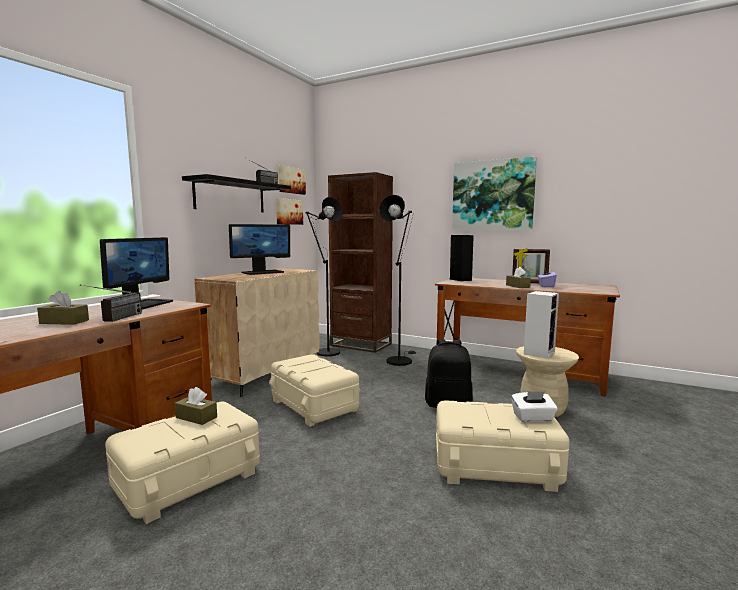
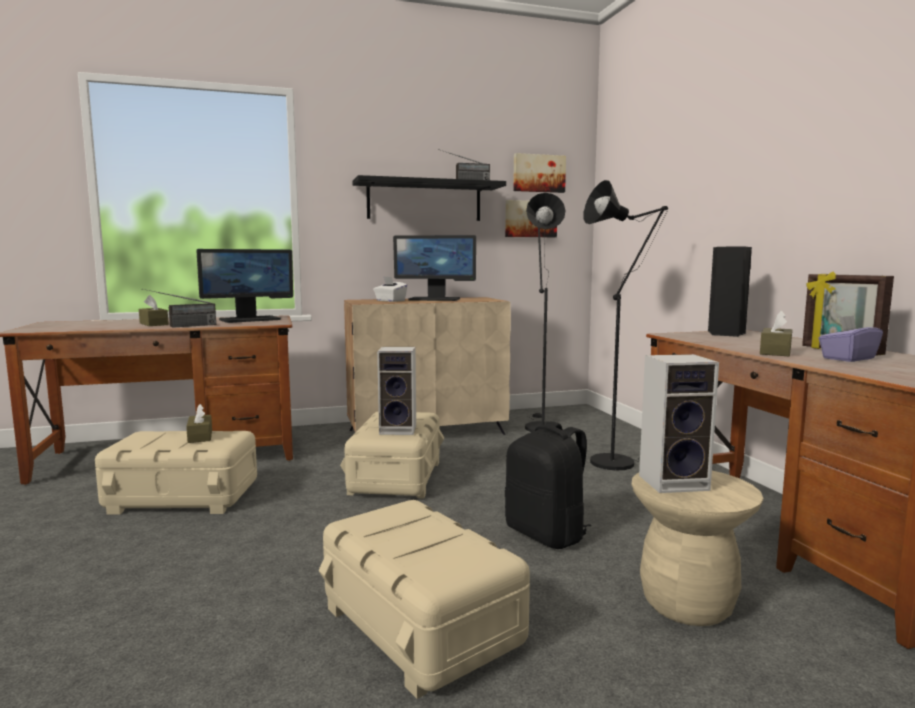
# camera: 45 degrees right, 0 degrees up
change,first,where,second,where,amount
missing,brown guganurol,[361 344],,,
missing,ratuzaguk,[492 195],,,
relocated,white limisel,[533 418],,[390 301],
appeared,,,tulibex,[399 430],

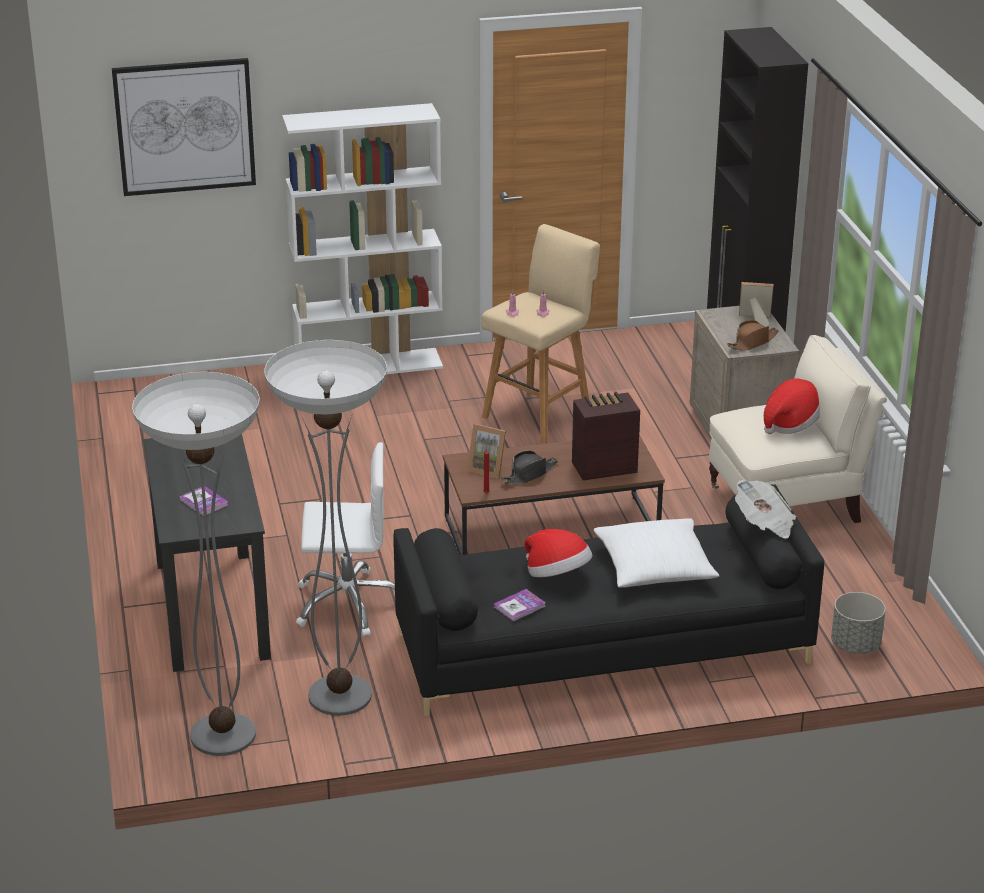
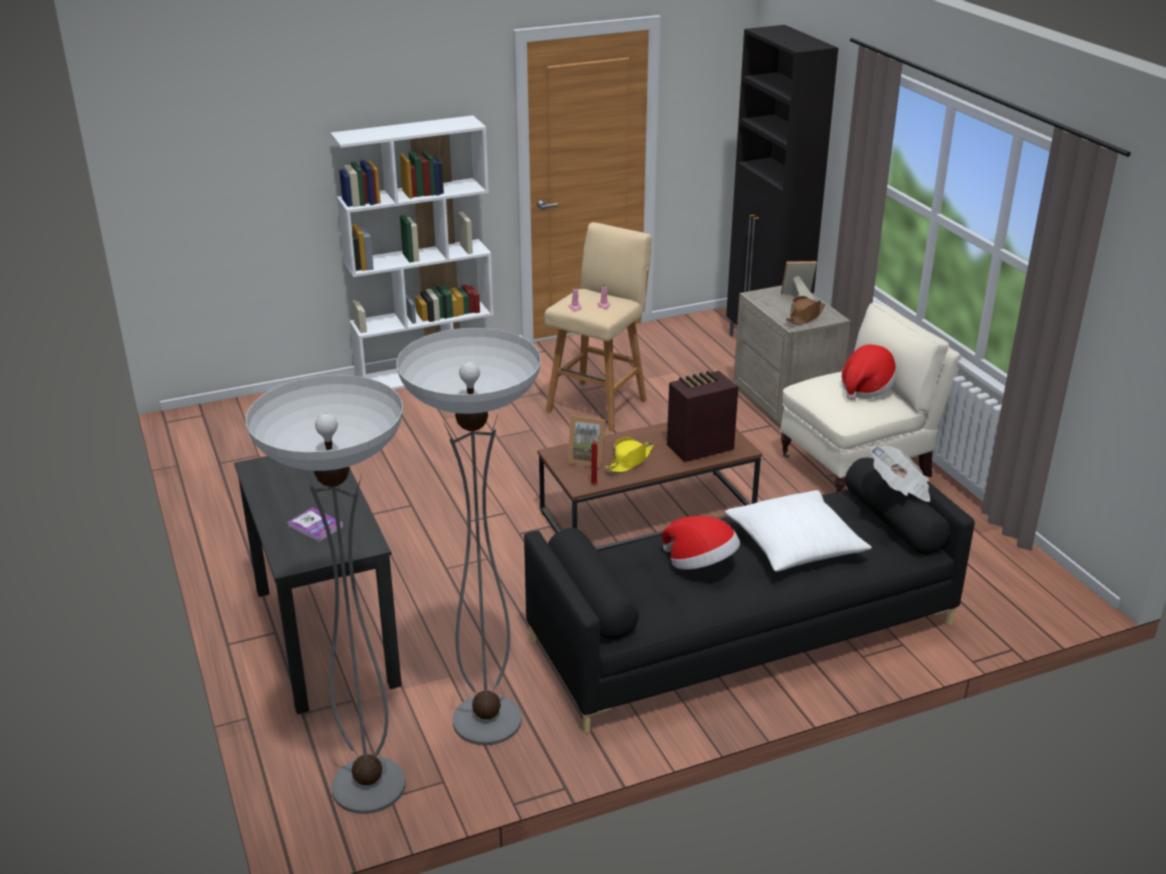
# camera: 10 degrees left, 0 degrees up
change,first,where,second,where,amount
missing,ratuzaguk,[185 126],,,
missing,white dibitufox,[349 604],,,
missing,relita,[519 606],,,
colour,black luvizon,[529 474],yellow luvizon,[629 461],
missing,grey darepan,[855 645],,,

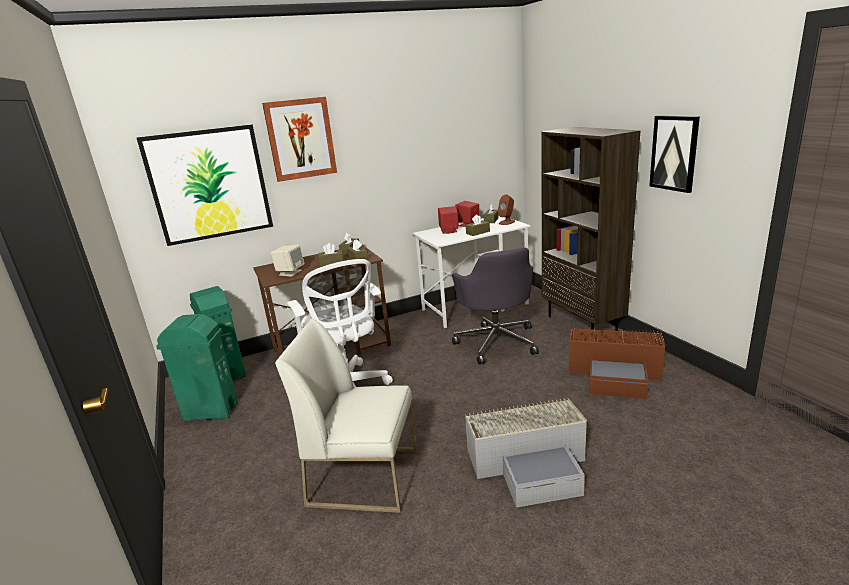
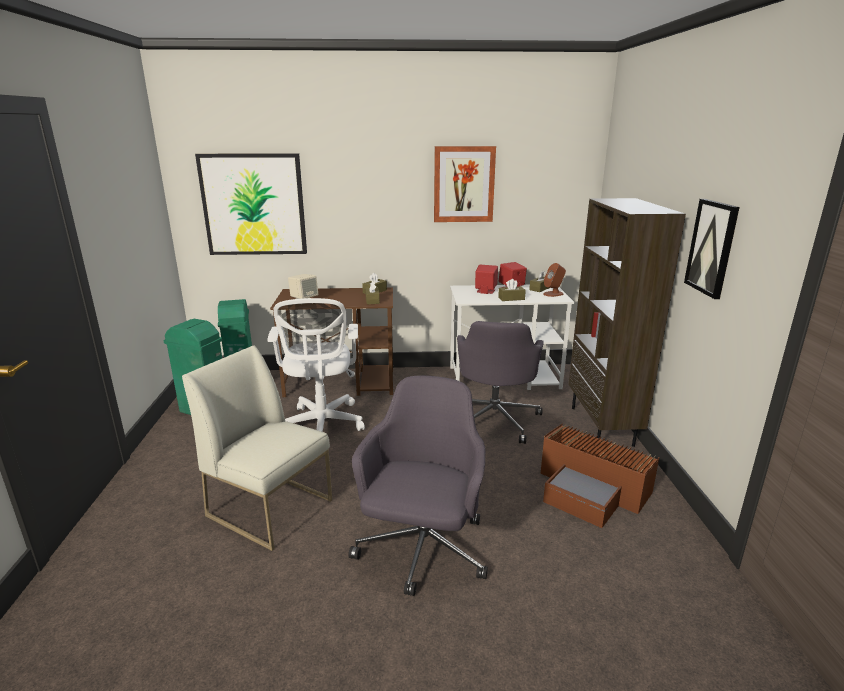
# camera: 20 degrees right, 0 degrees up
change,first,where,second,where,amount
relocated,ratuzaguk,[300 139],,[464 184],
missing,brown limisel,[332 263],,,
exchanged,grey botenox,[531 463],grey dibitufox,[422 551],

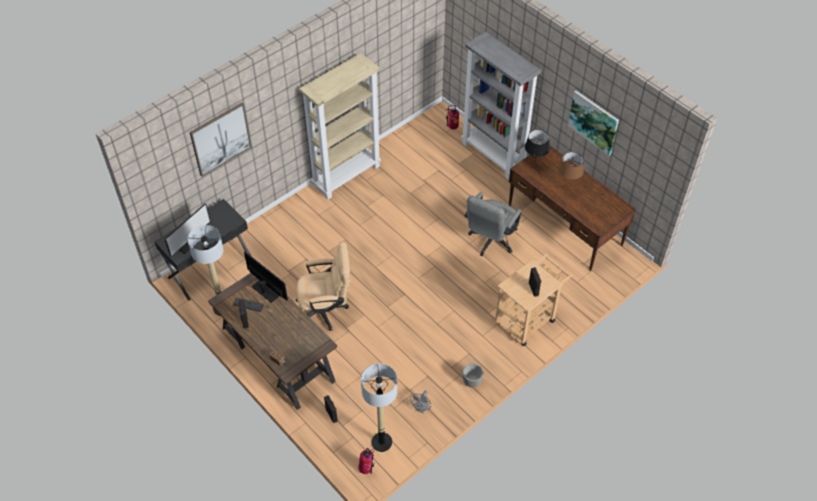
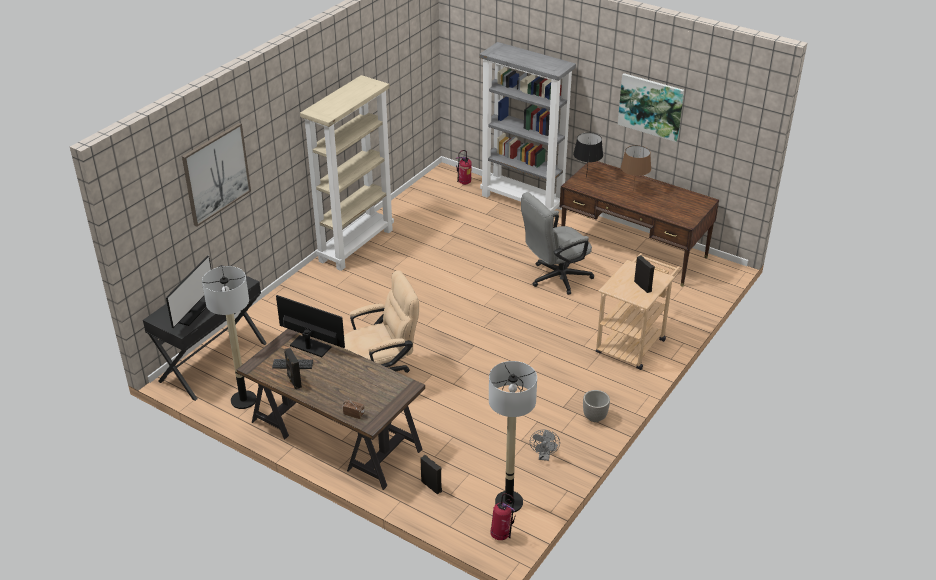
# camera: 15 degrees left, 15 degrees down
change,first,where,second,where,amount
spun,grey dibitufox,[490 241],,[555 278],45 degrees clockwise

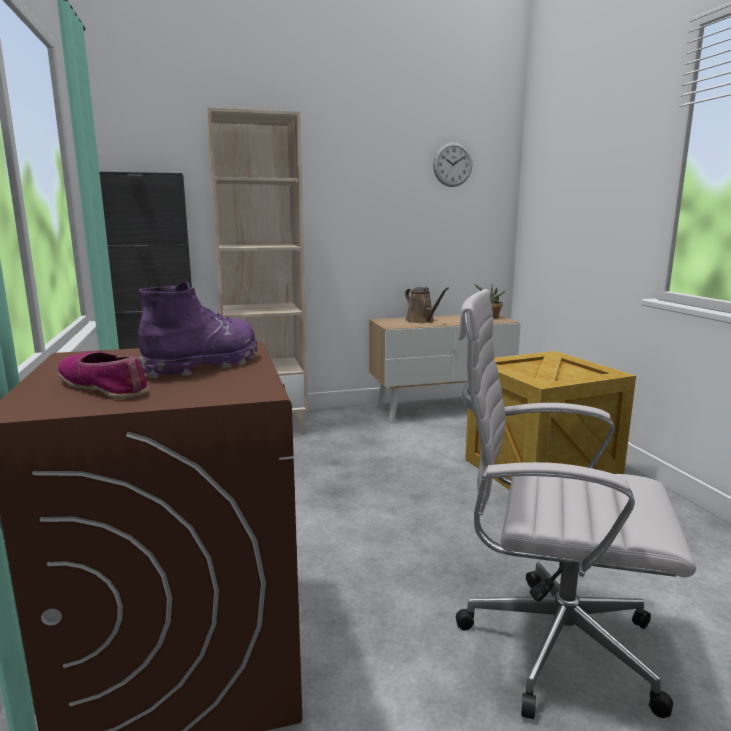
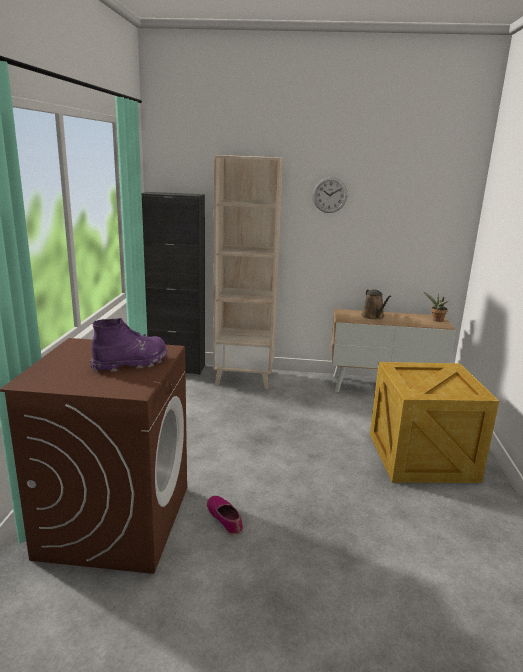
# camera: 20 degrees right, 5 degrees up
change,first,where,second,where,amount
relocated,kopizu,[105 386],,[225 518],
relocated,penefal,[452 164],,[329 195],
missing,white dibitufox,[549 644],,,

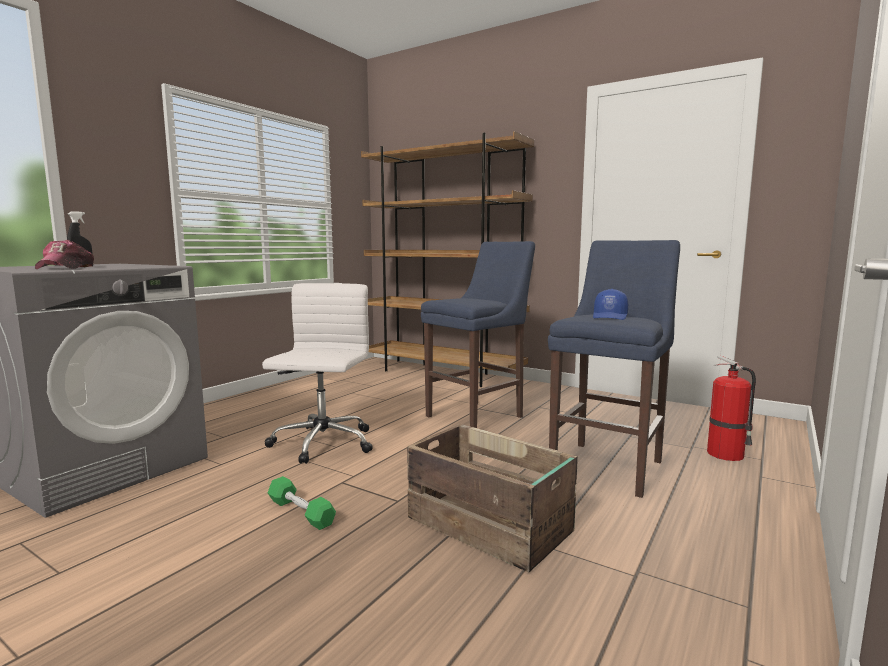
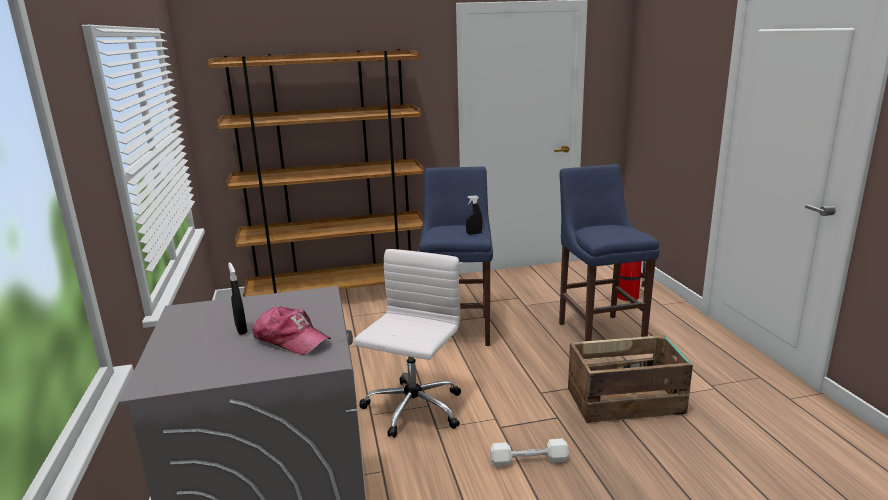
# camera: 45 degrees left, 10 degrees up
change,first,where,second,where,amount
spun,white dibitufox,[322 444],,[412 409],60 degrees clockwise
colour,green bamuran,[301 512],white bamuran,[528 460],
missing,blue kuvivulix,[610 317],,,
appeared,,,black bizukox,[474 233],

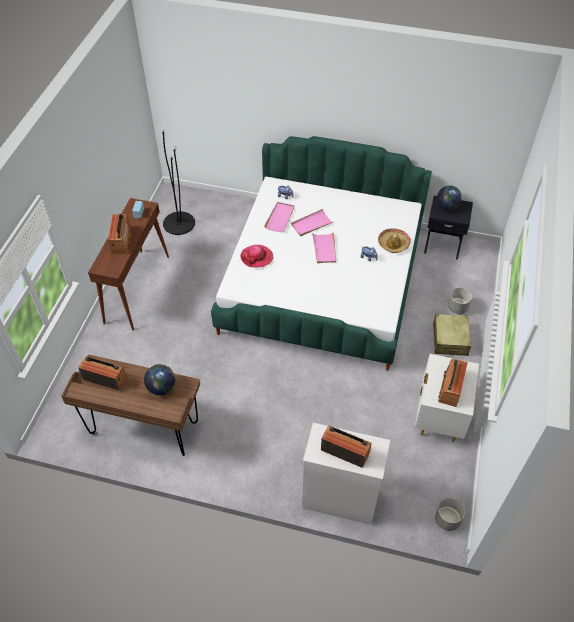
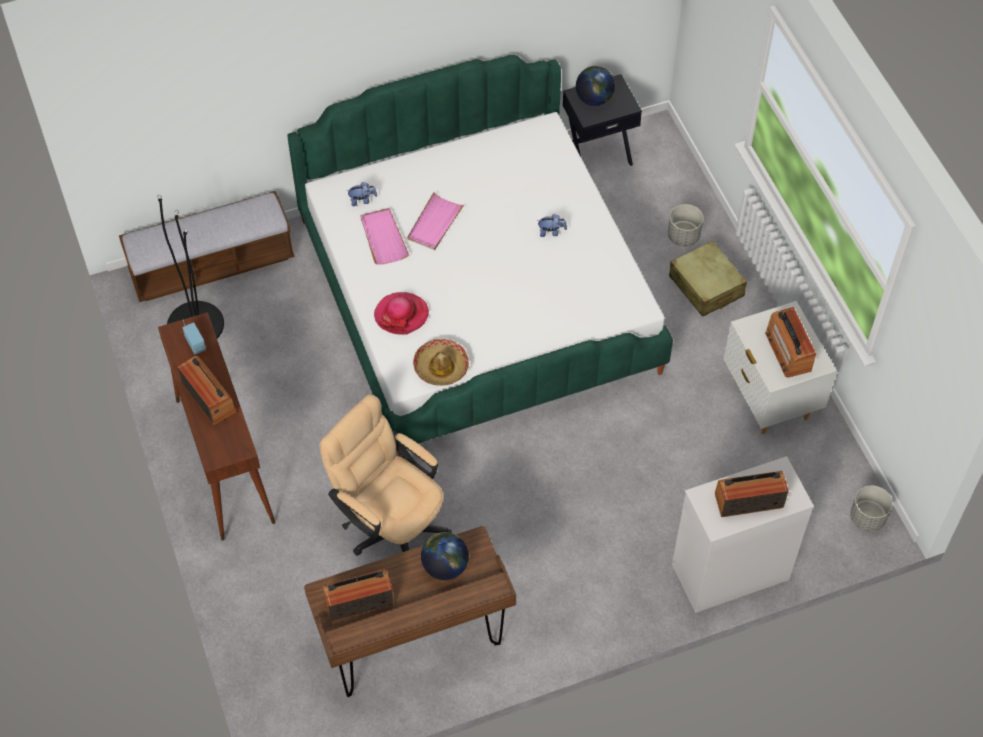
# camera: 35 degrees left, 5 degrees up
change,first,where,second,where,amount
missing,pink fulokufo,[324 249],,,
relocated,luvizon,[393 244],,[441 367],
appeared,,,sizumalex,[212 265],
appeared,,,beige dibitufox,[390 524],

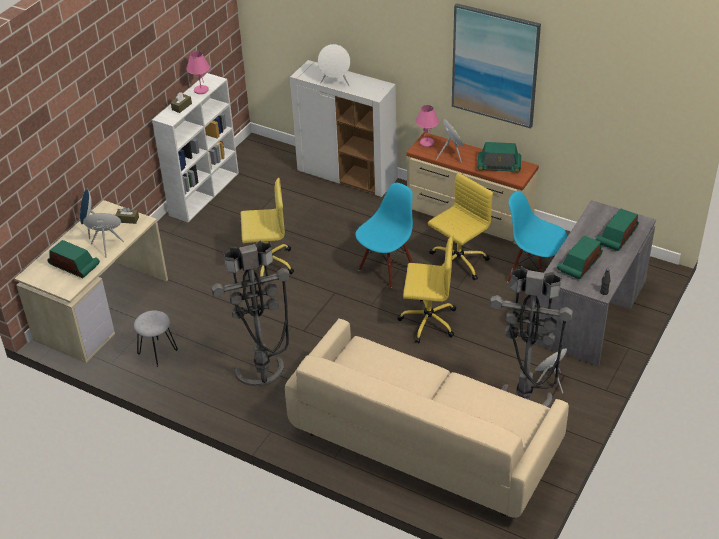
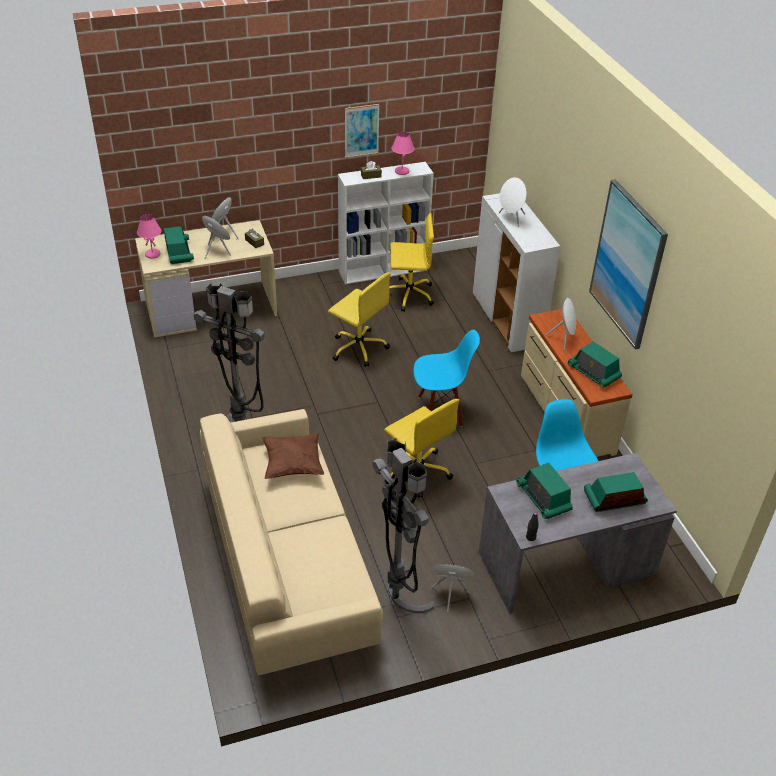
# camera: 40 degrees right, 0 degrees up
change,first,where,second,where,amount
missing,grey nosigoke,[158 352],,,
relocated,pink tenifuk,[427 143],,[153 254],
relocated,yellow dibitufox,[457 262],,[408 295],
spun,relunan,[579 264],,[543 498],105 degrees counterclockwise
appeared,,,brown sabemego,[293 465],
appeared,,,ratuzaguk,[361 131],

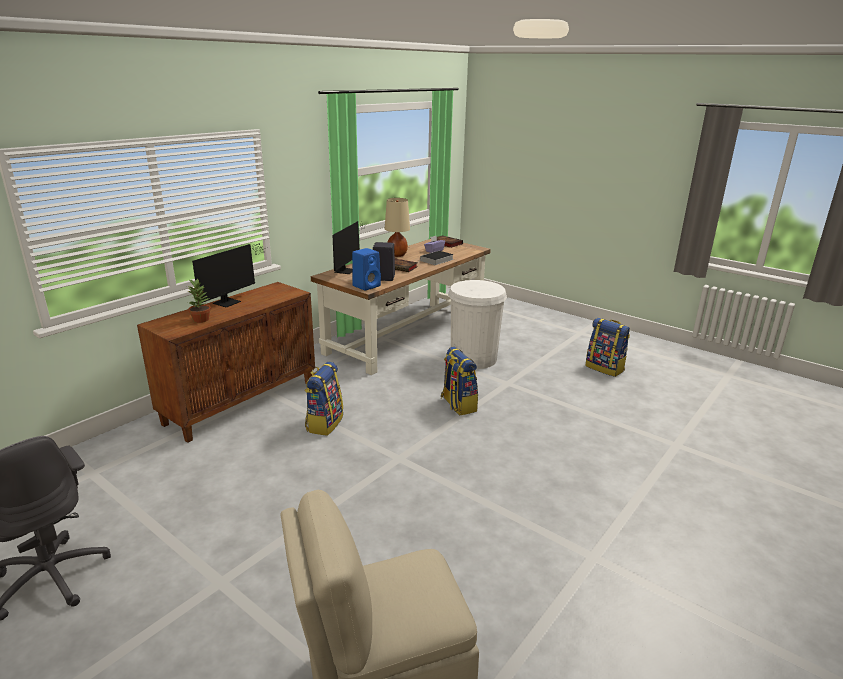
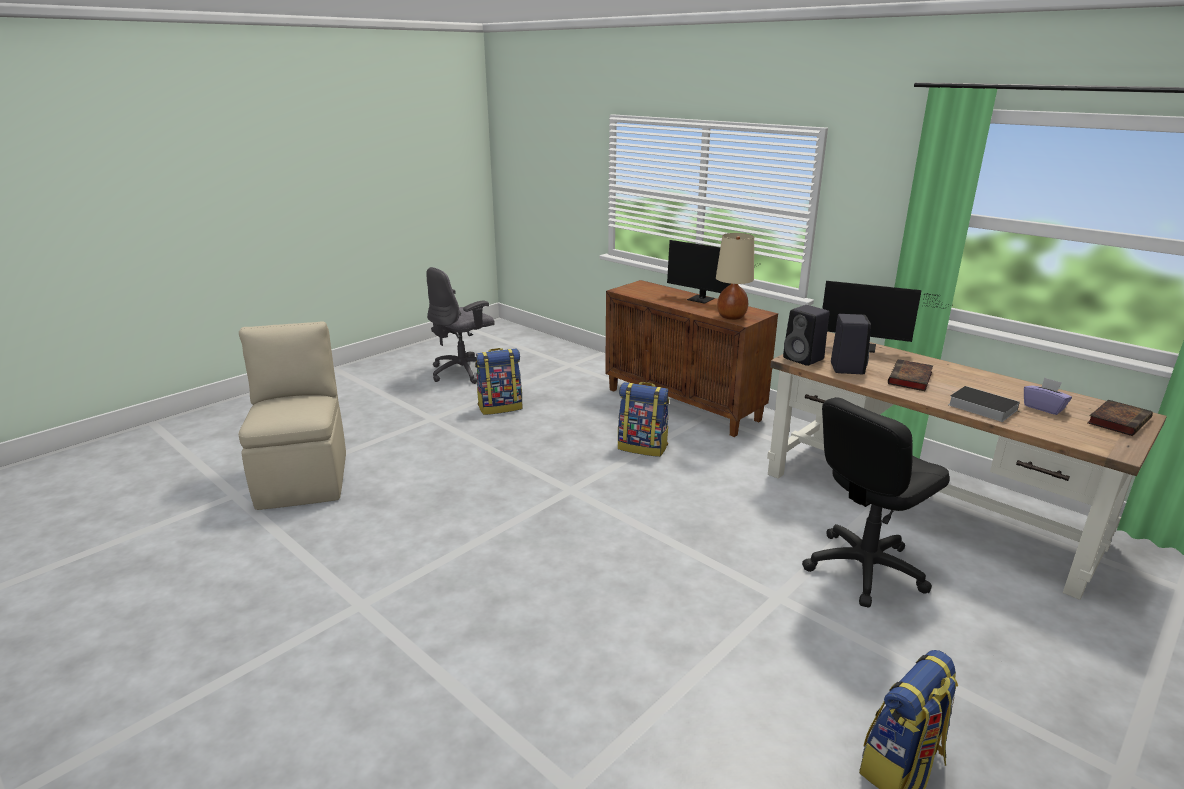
# camera: 95 degrees right, 0 degrees up
change,first,where,second,where,amount
missing,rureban,[201 319],,,
colour,blue tulibex,[367 286],black tulibex,[804 359],
relocated,beige tenifuk,[396 255],,[731 316],
relocated,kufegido,[457 405],,[500 407],
exchanged,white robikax,[473 358],black dibitufox,[864 569],

